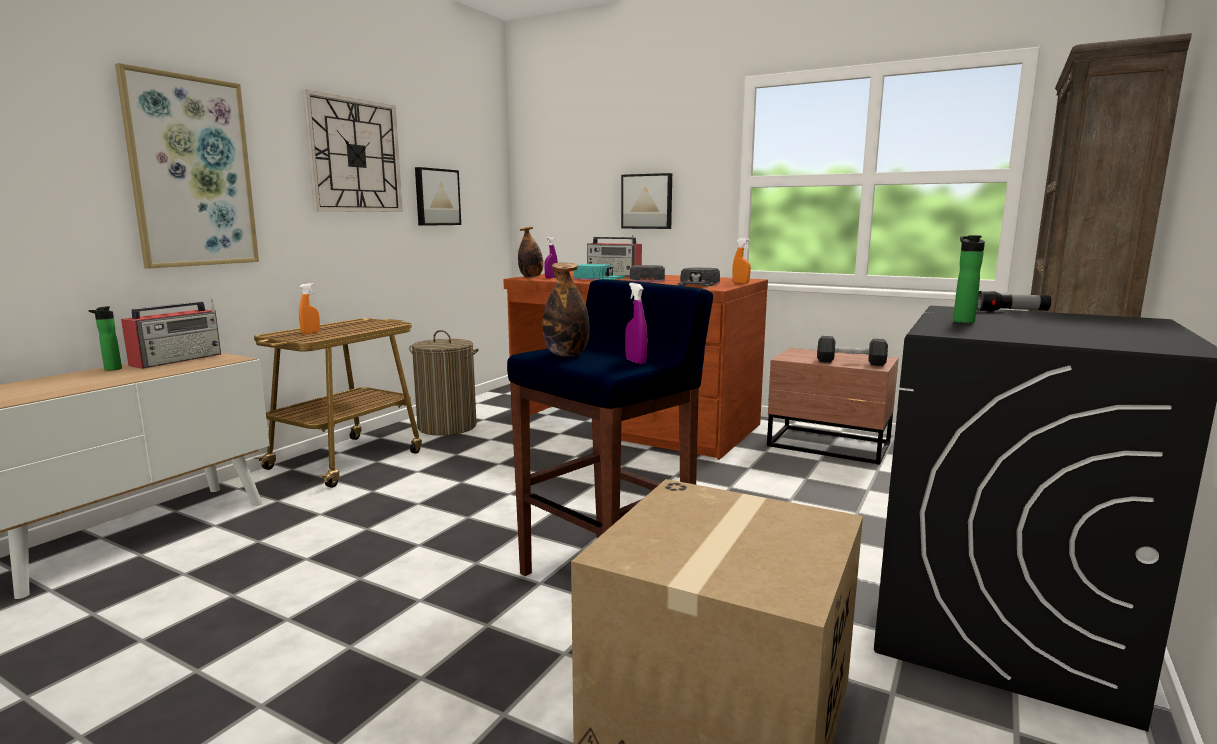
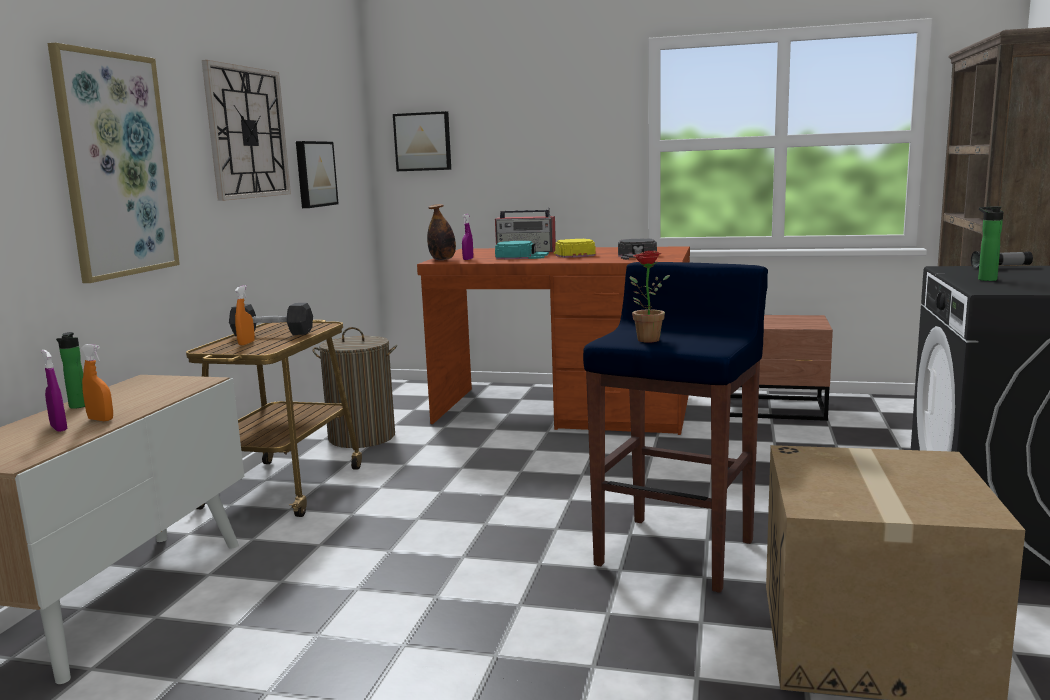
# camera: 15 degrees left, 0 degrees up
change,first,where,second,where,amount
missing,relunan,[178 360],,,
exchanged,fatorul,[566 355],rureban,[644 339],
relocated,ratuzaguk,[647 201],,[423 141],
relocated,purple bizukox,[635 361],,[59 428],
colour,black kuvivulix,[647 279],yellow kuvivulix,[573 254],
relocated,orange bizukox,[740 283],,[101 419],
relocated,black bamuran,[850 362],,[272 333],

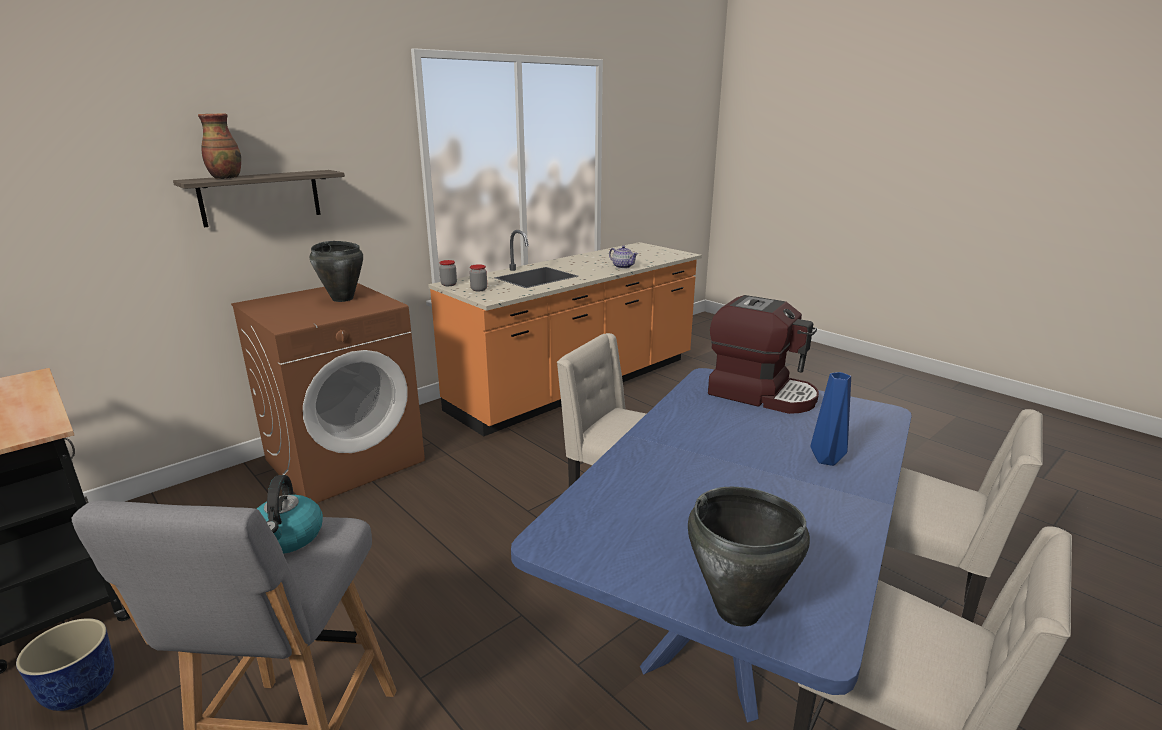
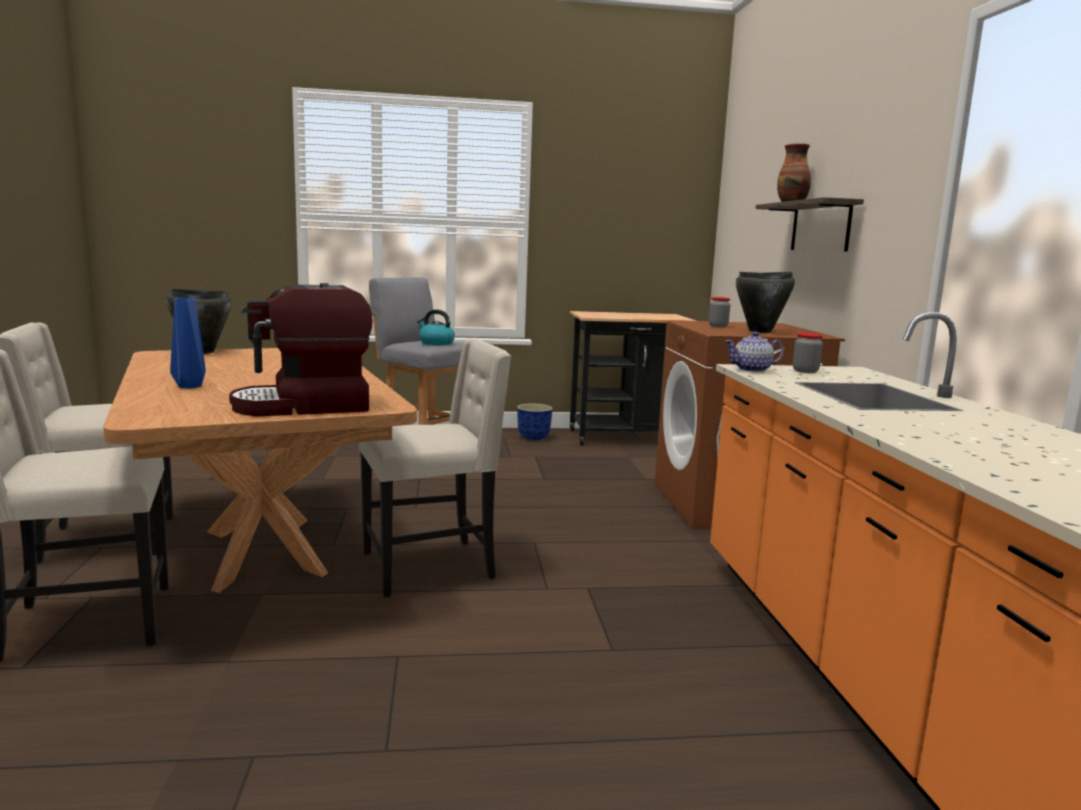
# camera: 125 degrees right, 10 degrees down
change,first,where,second,where,amount
relocated,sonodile,[449 284],,[718 326],
colour,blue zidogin,[726 633],brown zidogin,[263 552],
relocated,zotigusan,[623 266],,[752 369],

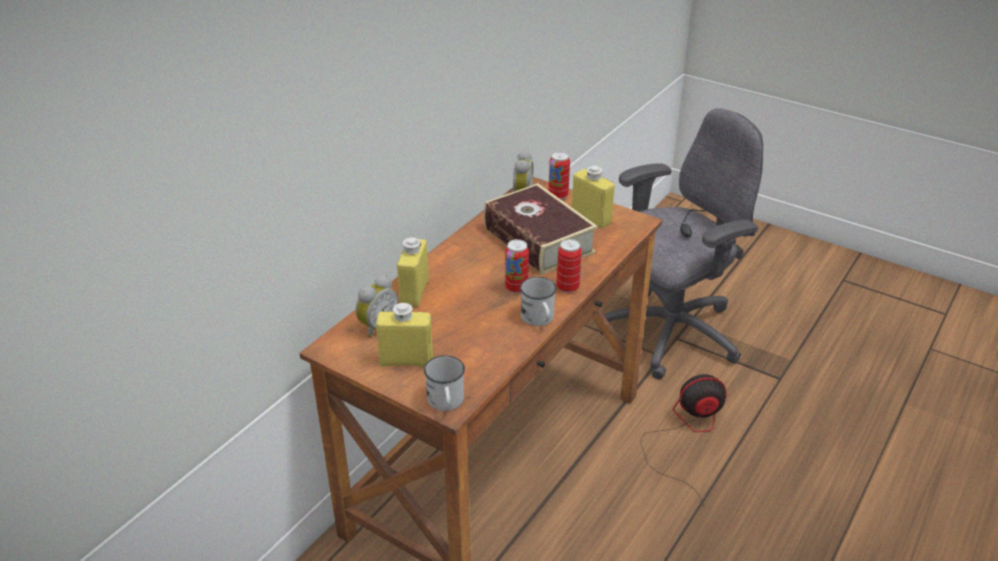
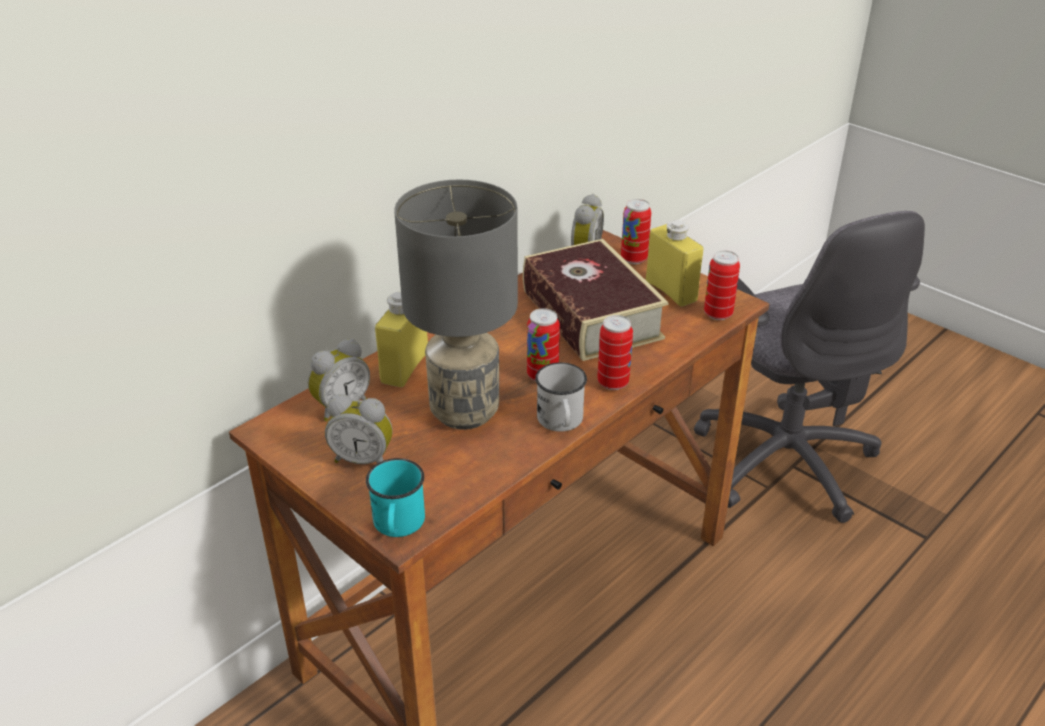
# camera: 10 degrees right, 0 degrees up
change,first,where,second,where,amount
exchanged,yellow fatorul,[406 361],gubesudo,[363 459],
colour,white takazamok,[446 403],turquoise takazamok,[398 525],
spun,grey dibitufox,[669 334],,[783 460],90 degrees clockwise
missing,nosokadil,[687 434],,,
appeared,,,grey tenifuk,[466 411],
appeared,,,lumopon,[718 314],

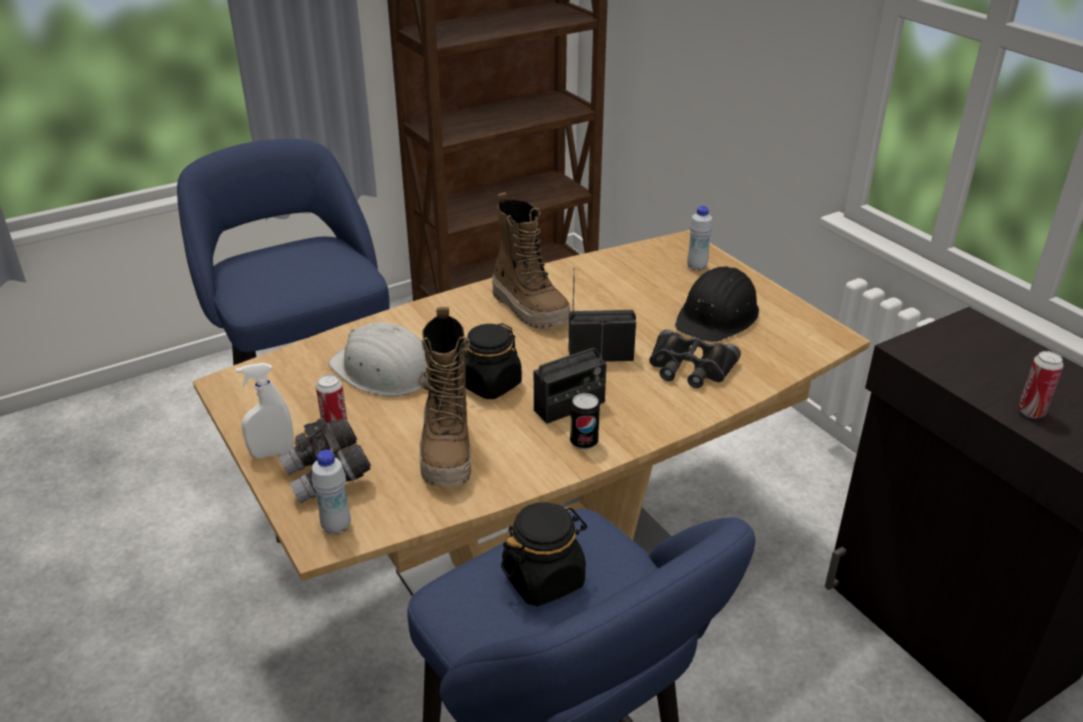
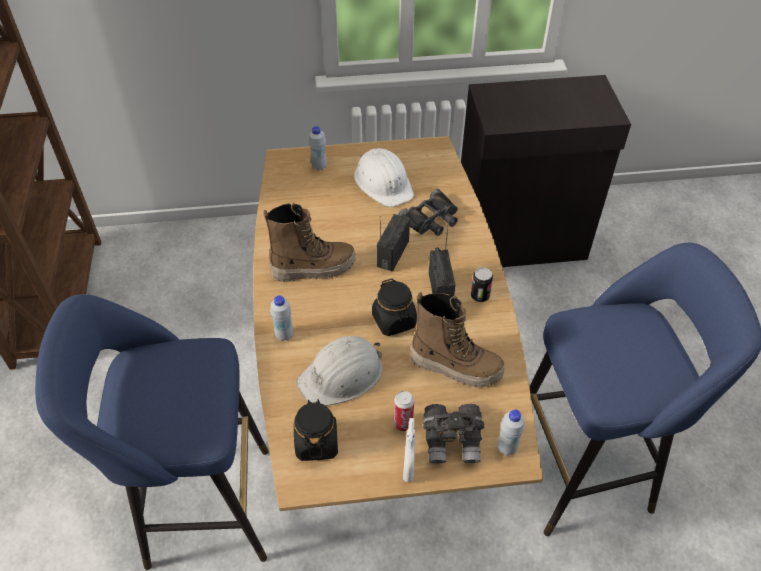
# camera: 65 degrees left, 15 degrees up
change,first,where,second,where,amount
relocated,black sonodile,[544 579],,[316 442],
colour,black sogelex,[718 316],white sogelex,[383 183],
missing,lumopon,[1031 412],,,
appeared,,,white fatorul,[284 335],

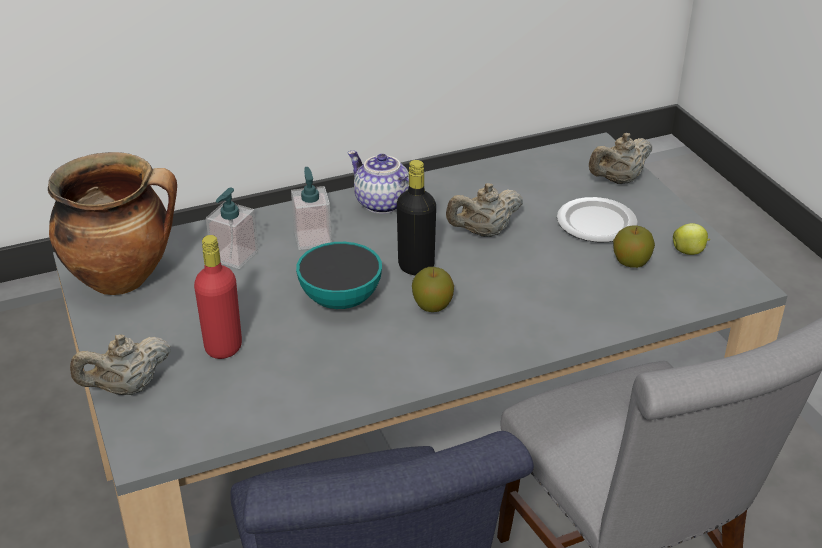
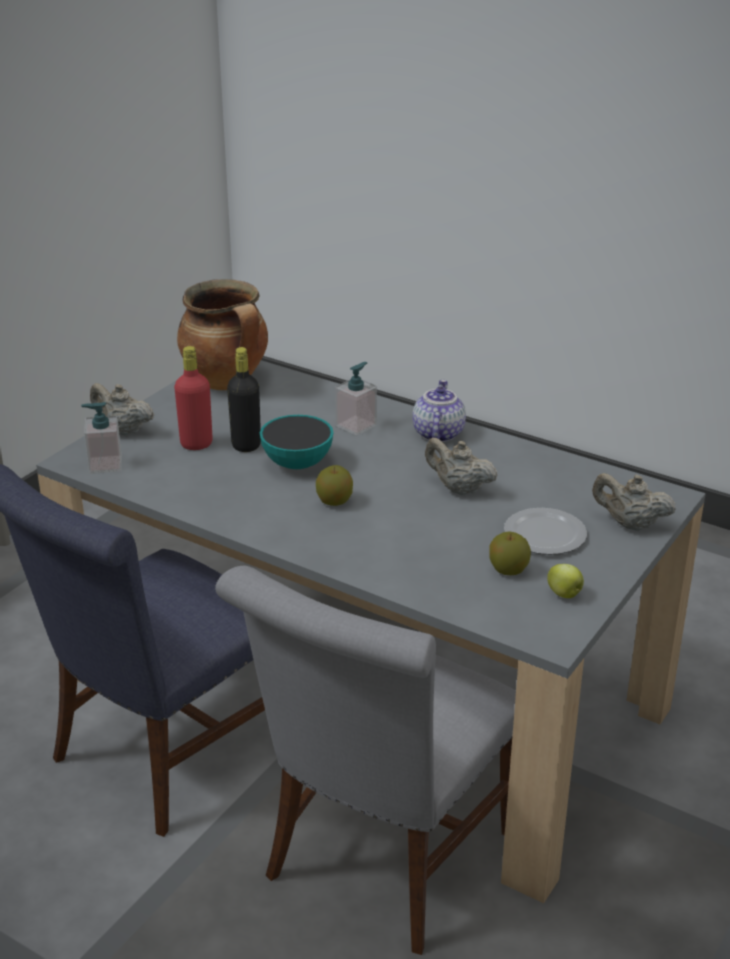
# camera: 55 degrees right, 5 degrees down
change,first,where,second,where,amount
relocated,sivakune,[234 256],,[105 464],
relocated,black fatorul,[416 267],,[246 445],

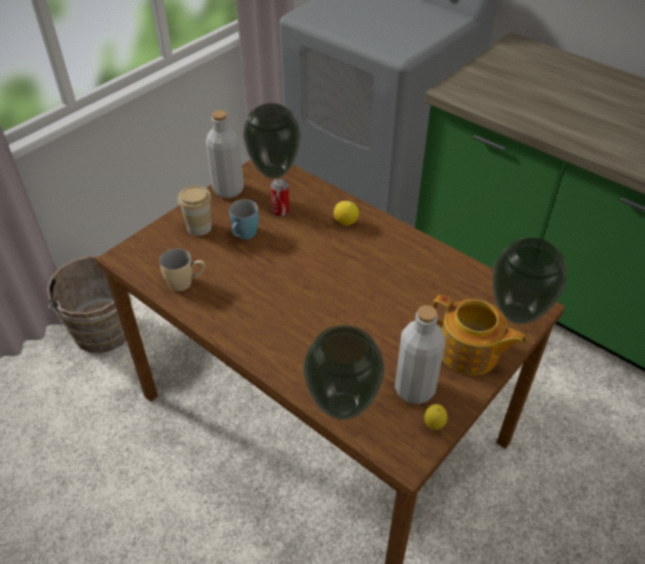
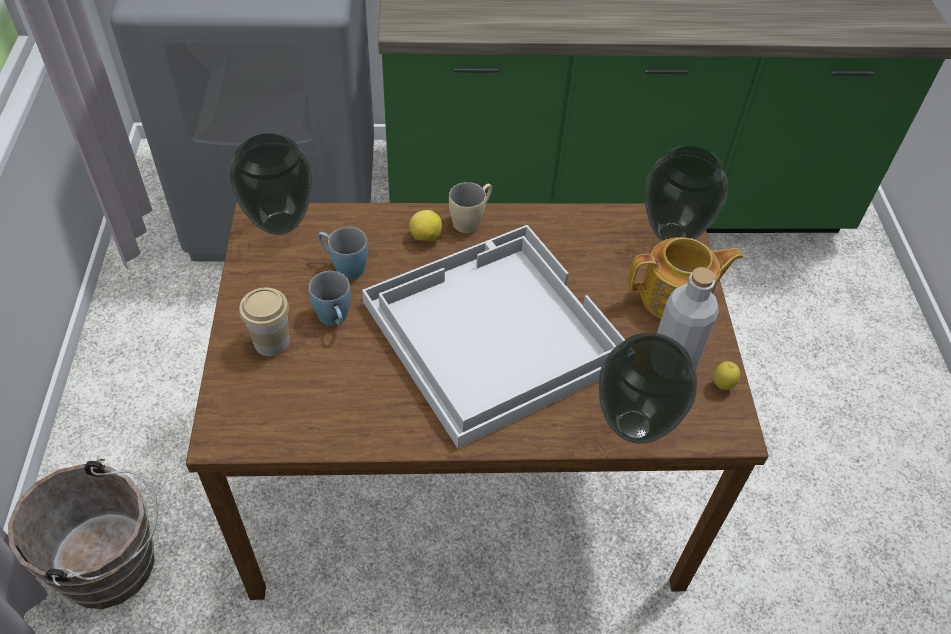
# camera: 45 degrees left, 5 degrees up
change,first,where,second,where,amount
relocated,beige takazamok,[186 282],,[471 220],
missing,grey fatorul,[228 190],,,
exchanged,lumopon,[281 211],blue takazamok,[343 266],
appeared,,,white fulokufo,[492 332],

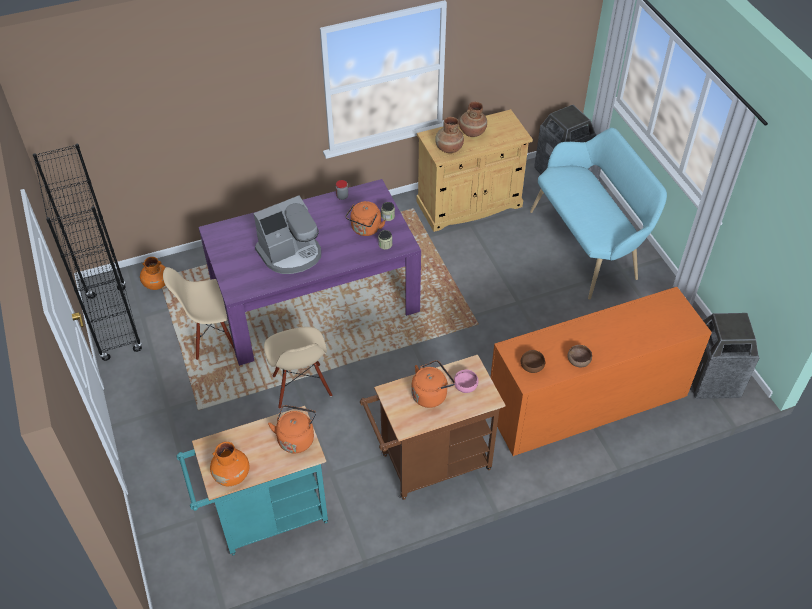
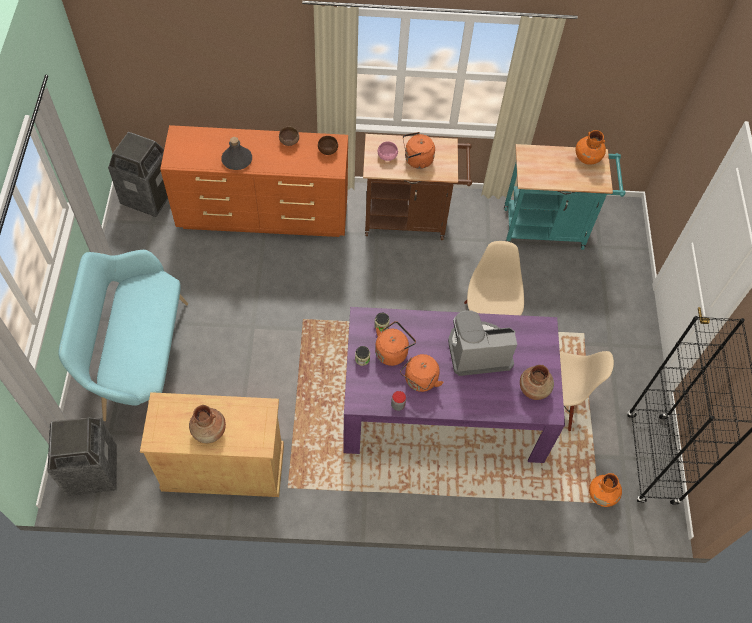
# camera: 160 degrees left, 10 degrees up
change,first,where,second,where,amount
relocated,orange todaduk,[296 438],,[420 381],
relocated,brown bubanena,[449 148],,[534 388],
appeared,,,grey fatorul,[237 160],

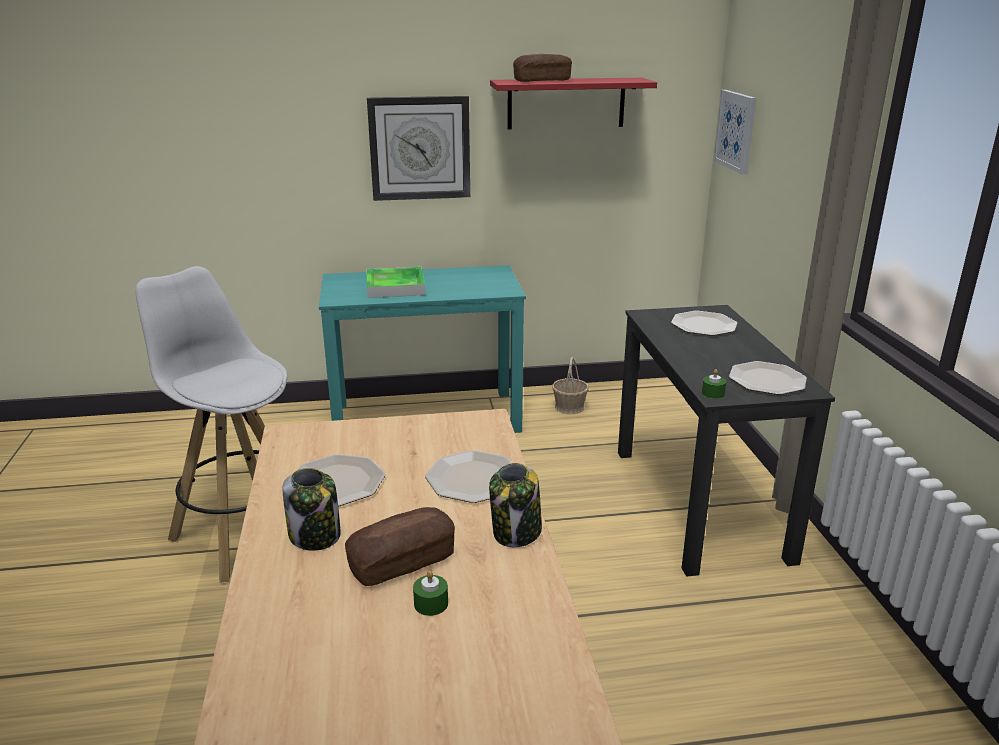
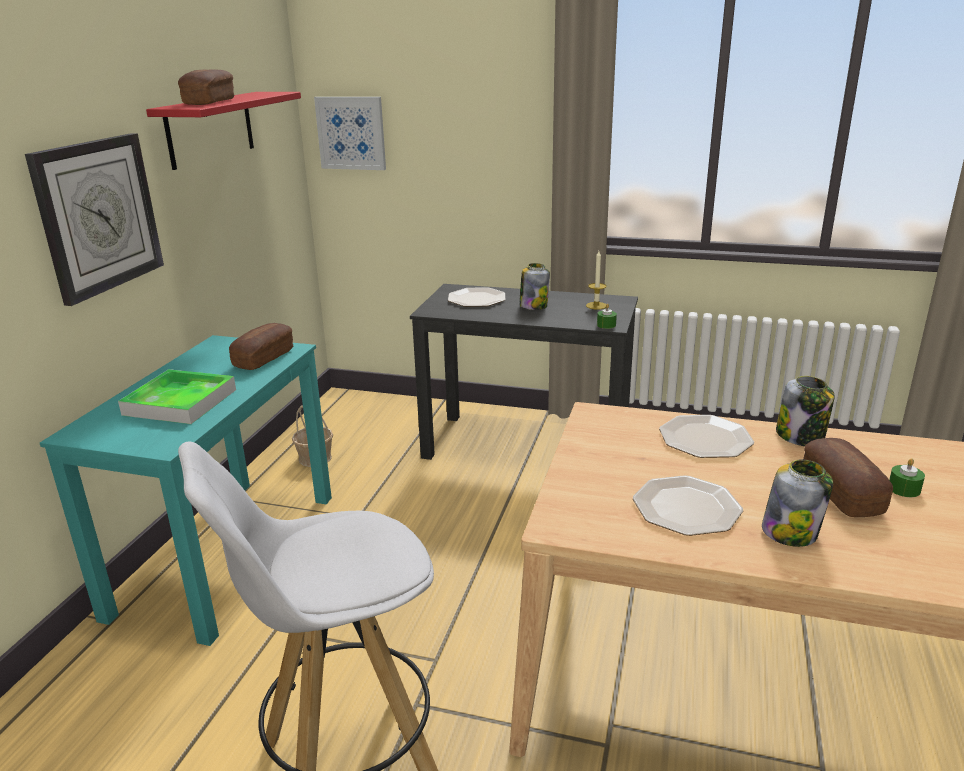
# camera: 65 degrees left, 0 degrees up
change,first,where,second,where,amount
exchanged,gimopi,[766 380],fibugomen,[596 305],
appeared,,,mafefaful,[264 358],
appeared,,,sonodile,[533 306],

